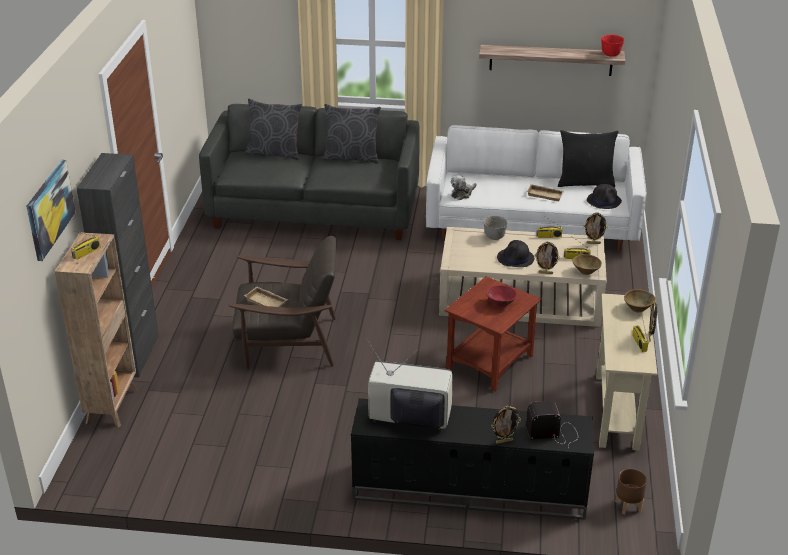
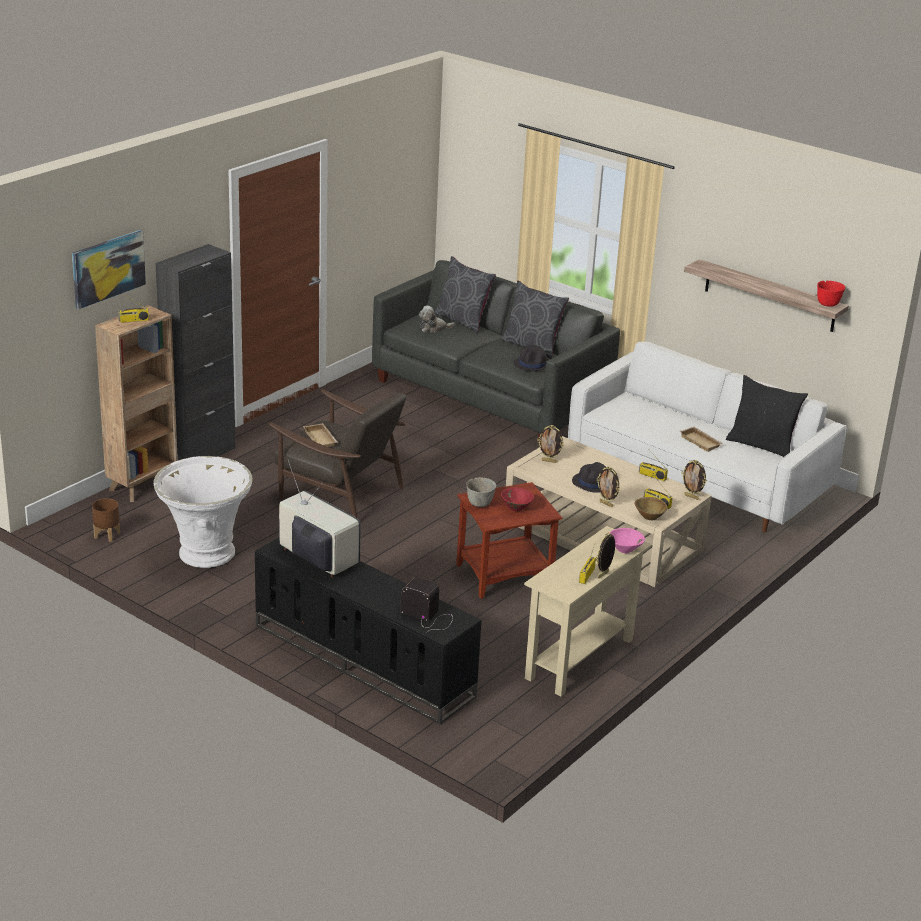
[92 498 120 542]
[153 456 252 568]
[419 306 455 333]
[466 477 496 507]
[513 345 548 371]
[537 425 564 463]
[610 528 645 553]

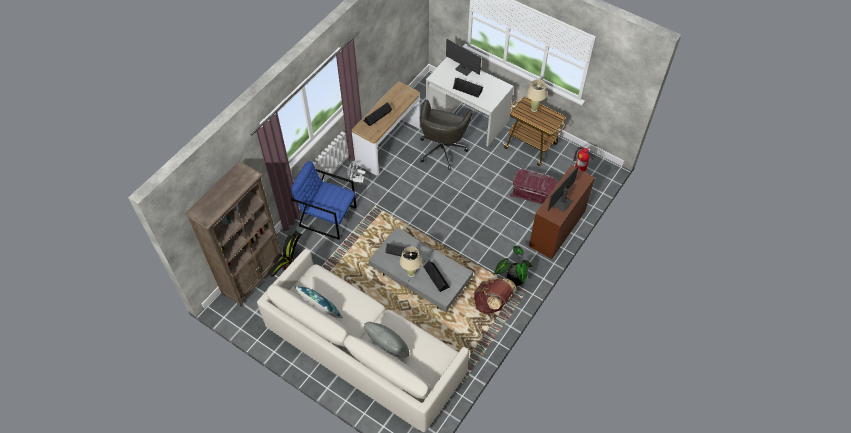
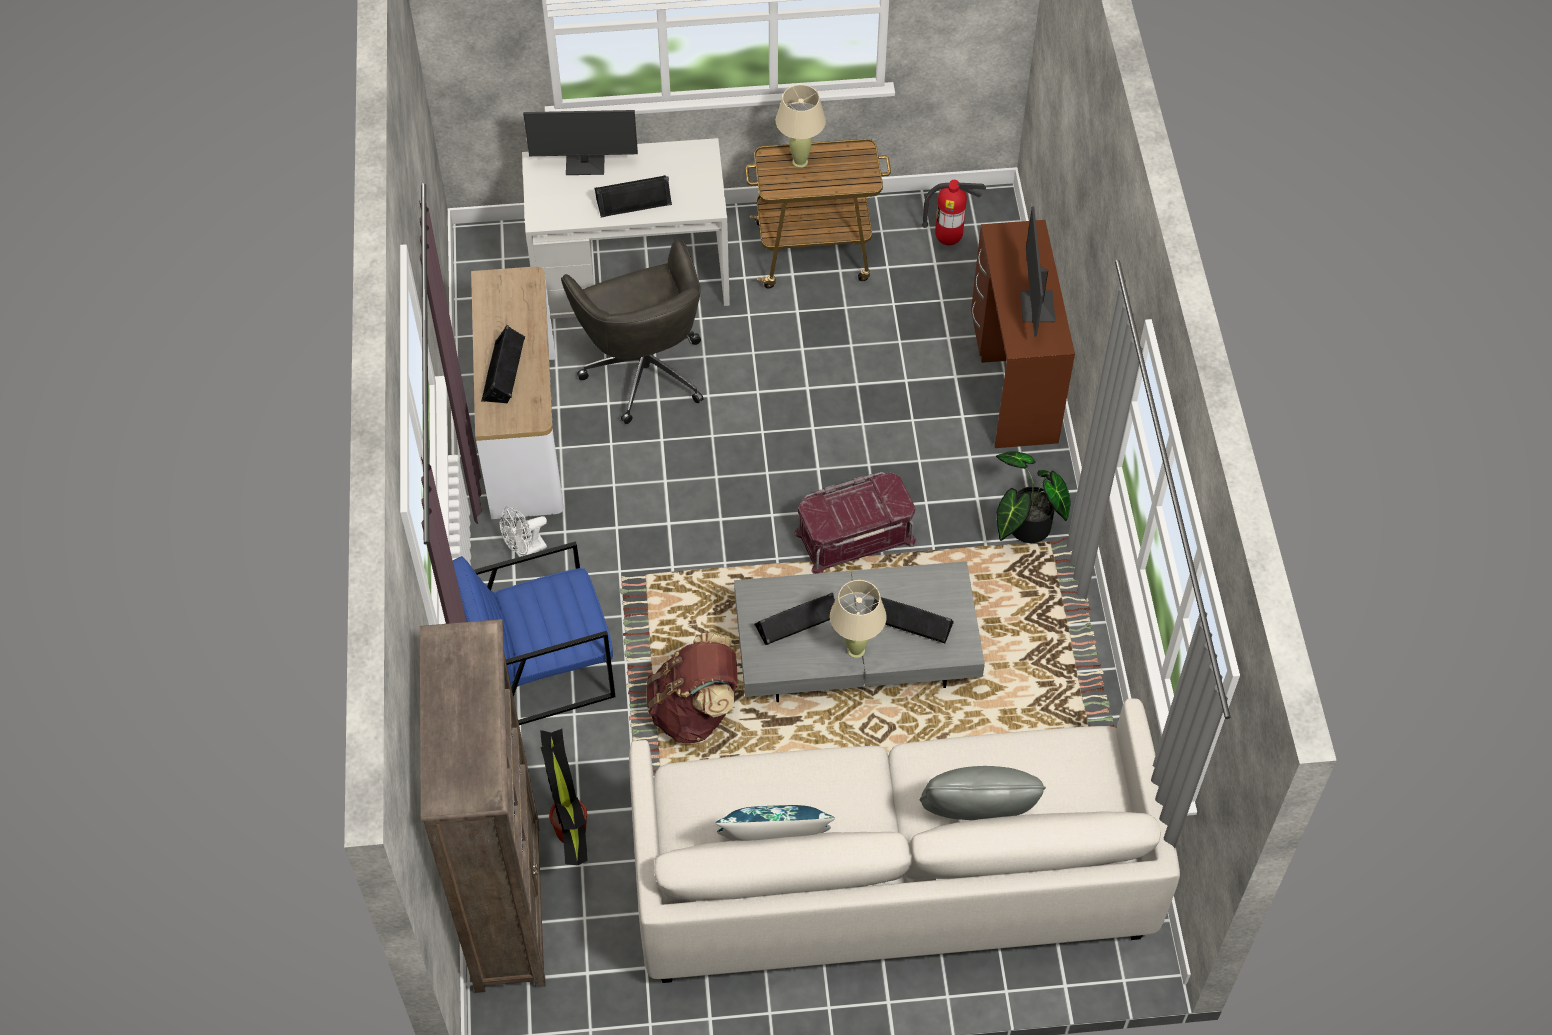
[646 633 738 743]
[794 472 916 574]

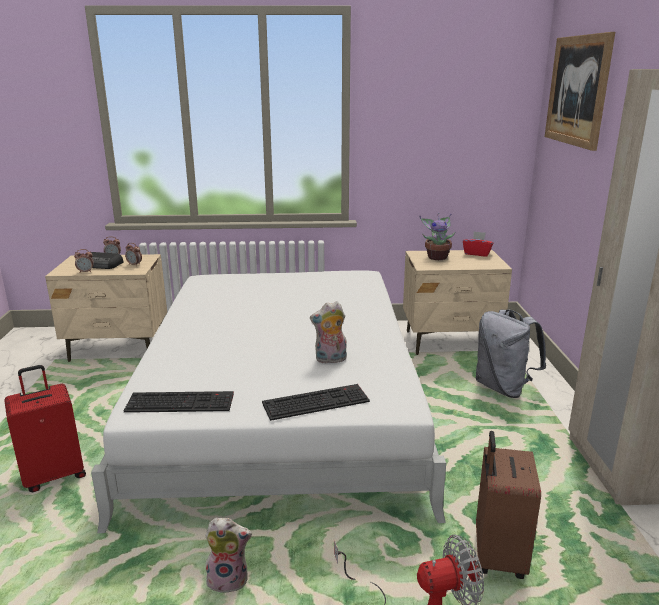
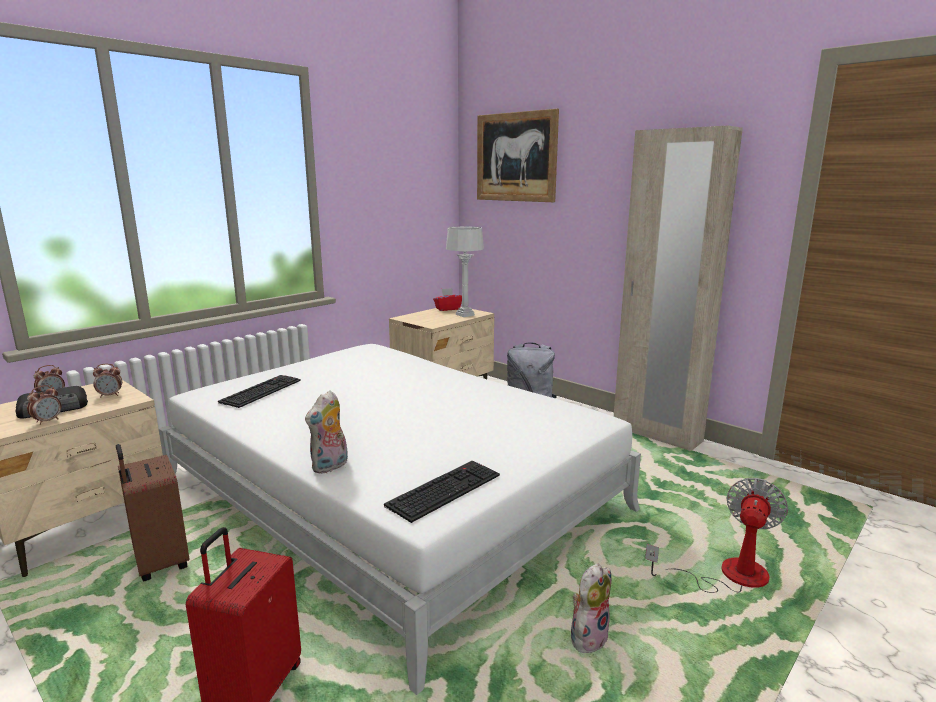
[116 444 189 582]
[218 375 301 408]
[305 390 348 474]
[446 226 484 317]
[419 213 455 260] (first image)

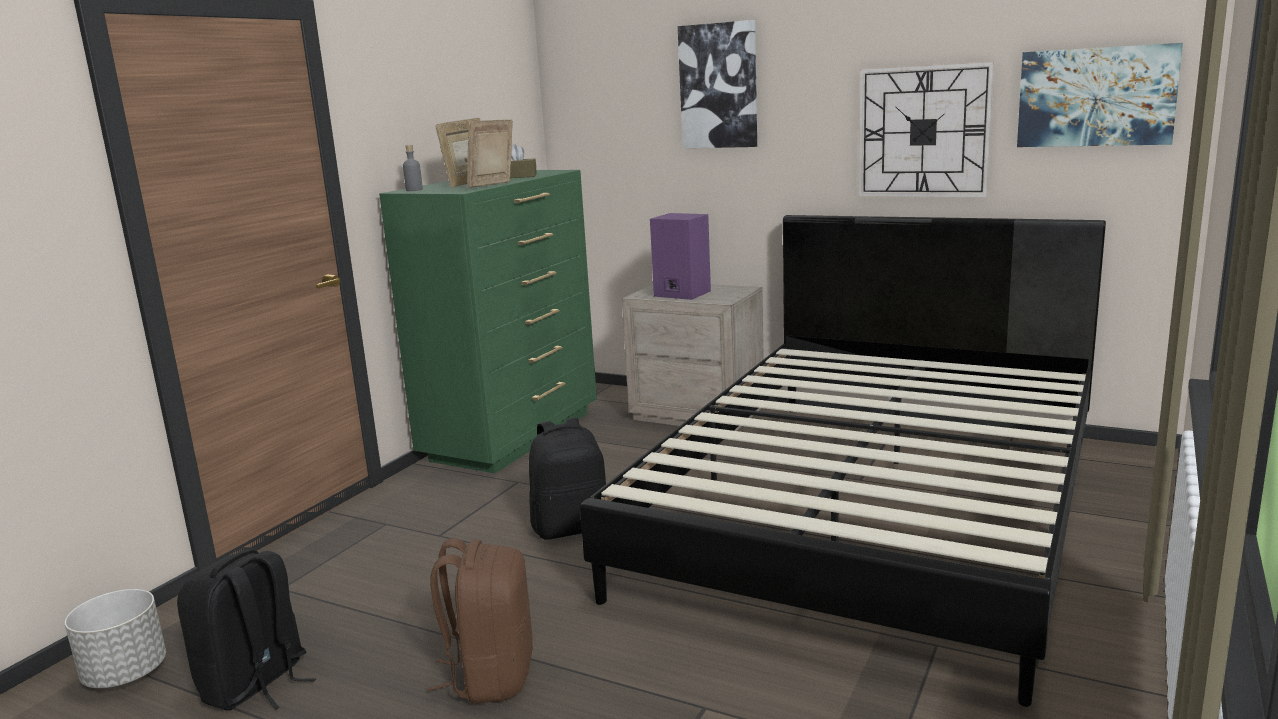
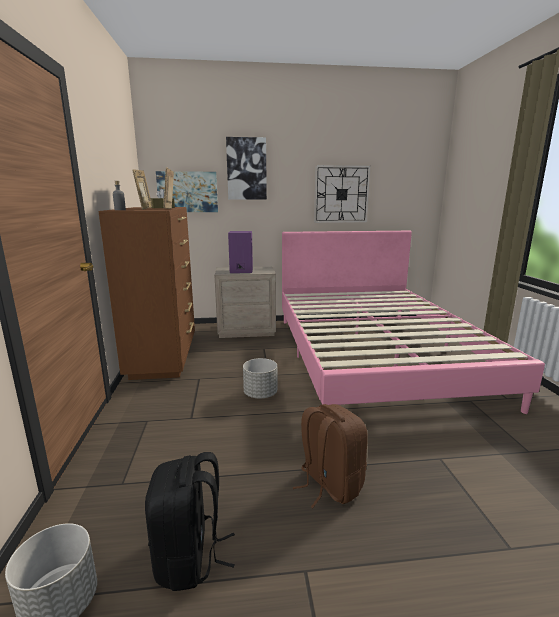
[98 207 195 380]
[156 171 218 212]
[243 358 277 398]
[282 231 545 414]

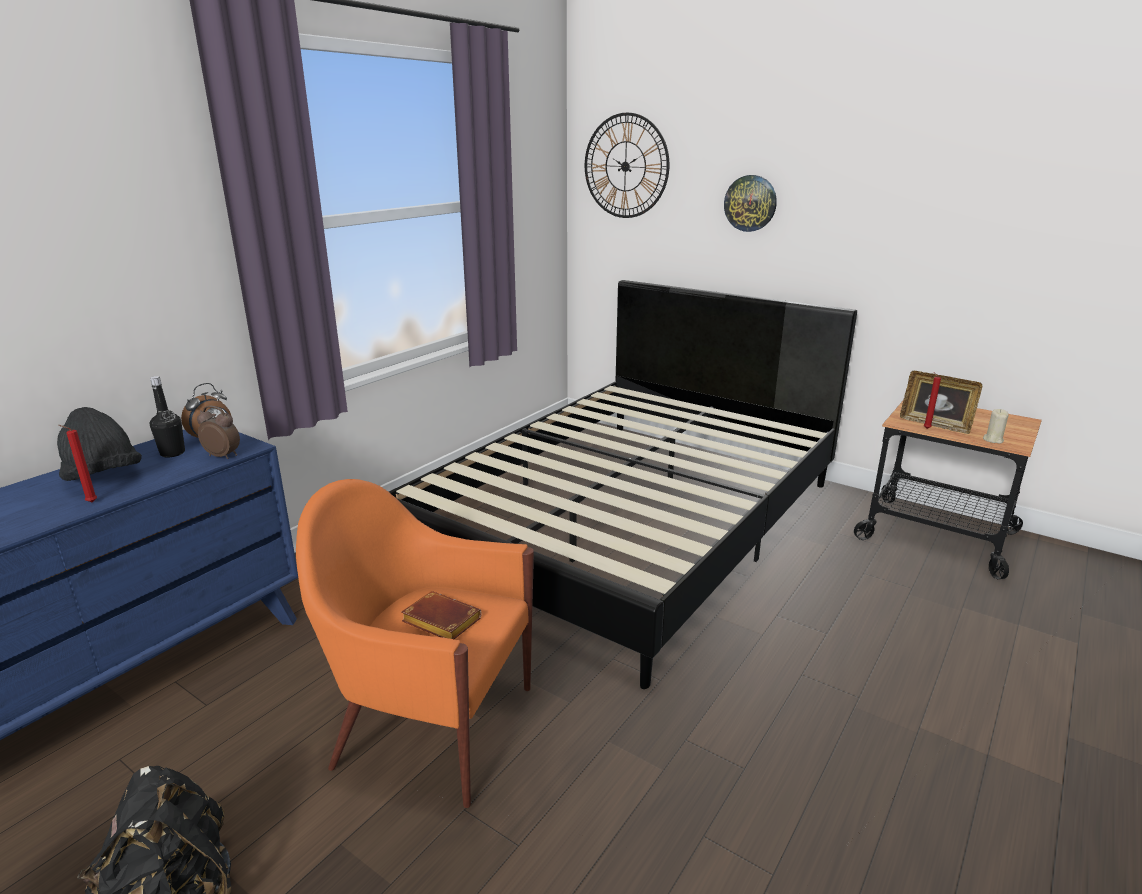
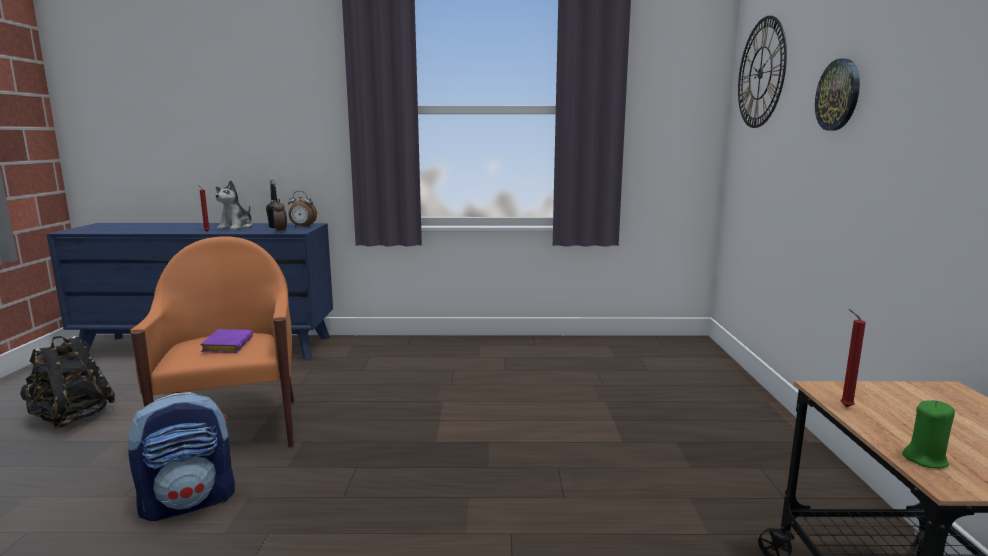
[128 392 235 521]
[200 329 253 353]
[215 180 253 230]
[902 400 955 468]
[389 280 857 689] (first image)
[900 371 982 434] (first image)

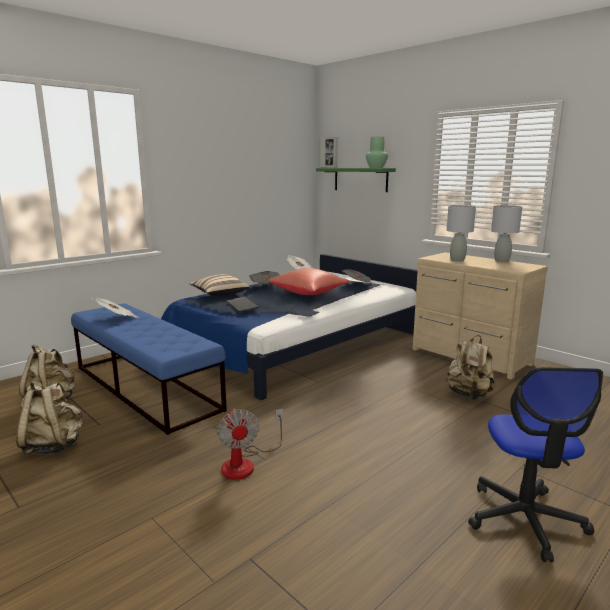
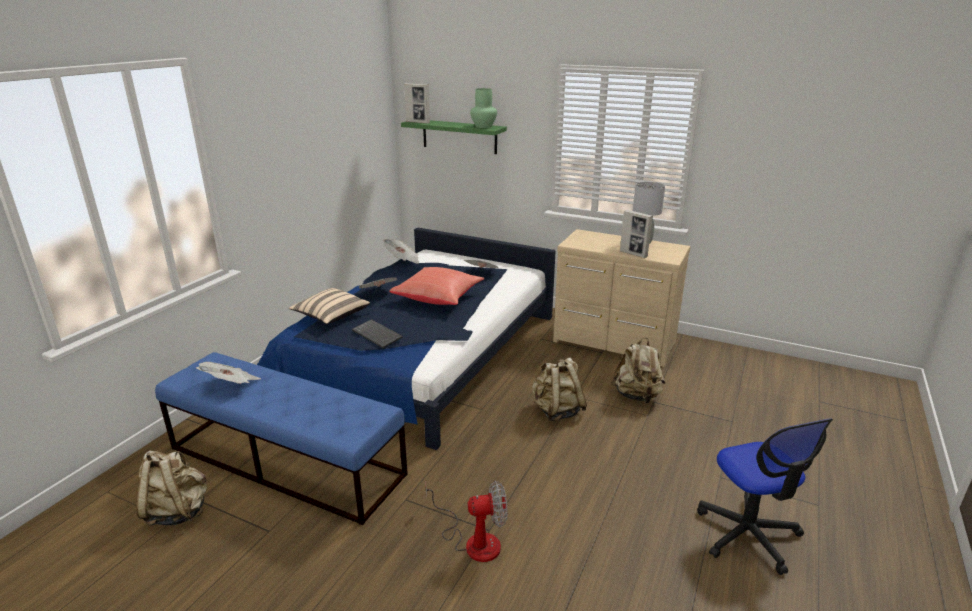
[425 481 508 562]
[532 358 587 421]
[620 210 653 258]
[447 205 476 262] (first image)

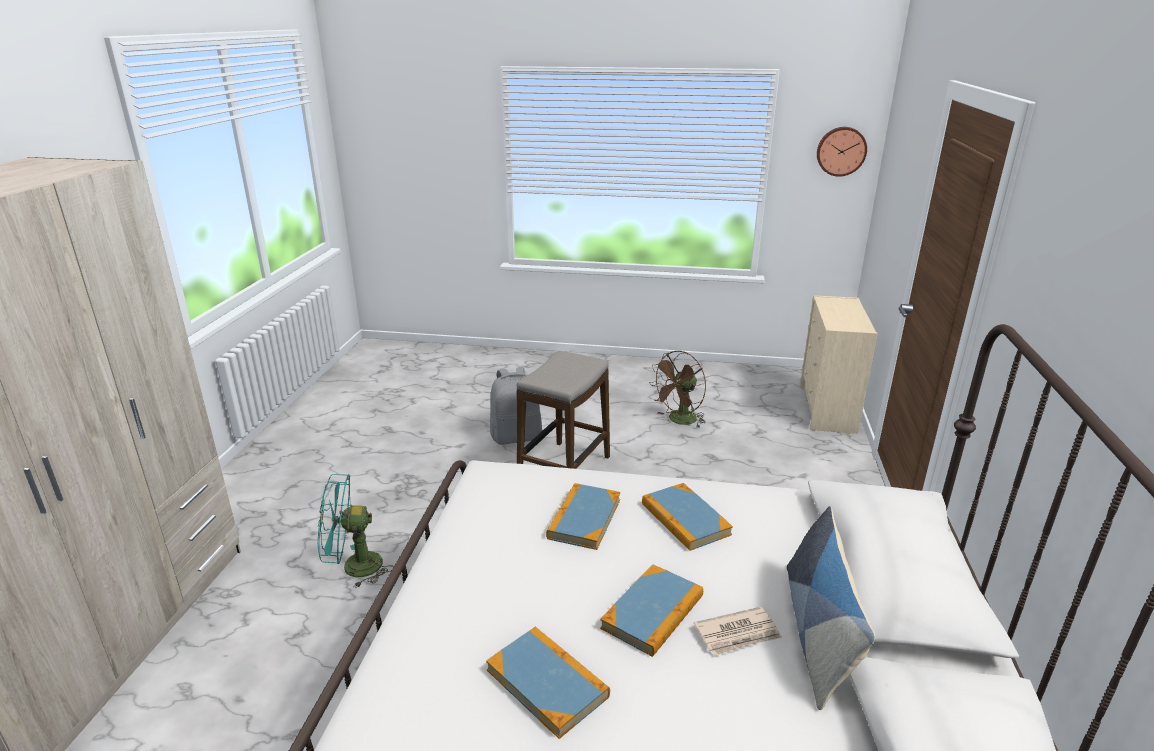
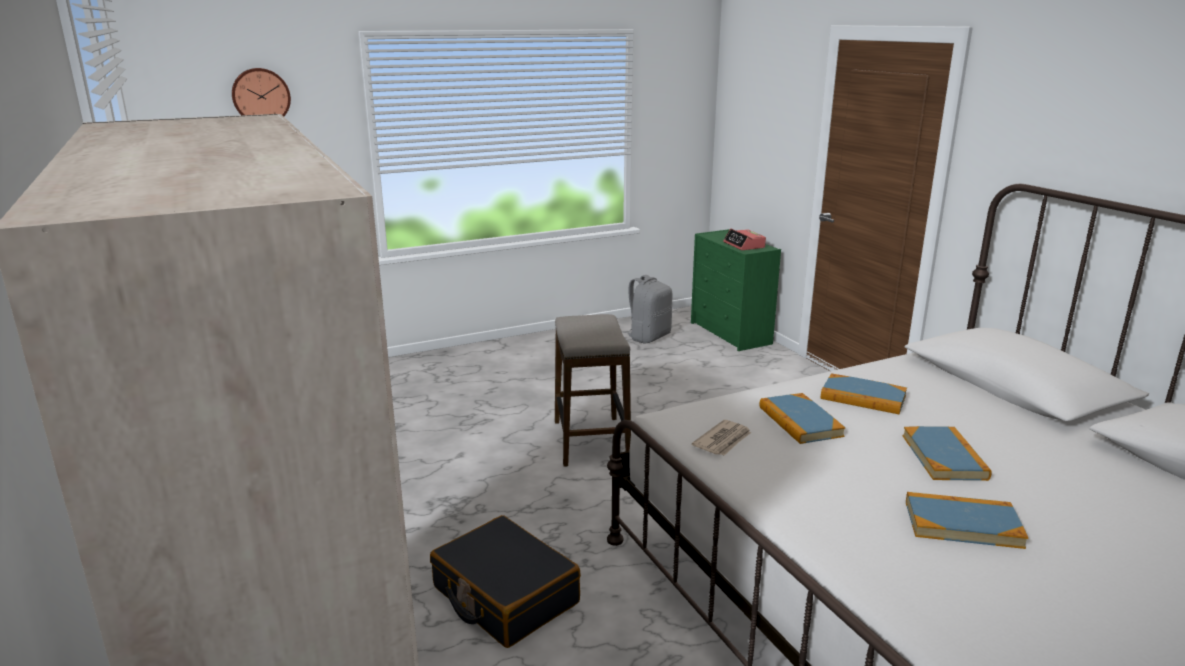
[232 68 291 117]
[430 515 581 648]
[623 275 672 343]
[691 229 781 351]
[692 420 751 456]
[723 229 766 250]
[649 351 706 428] (first image)
[787 506 875 710] (first image)

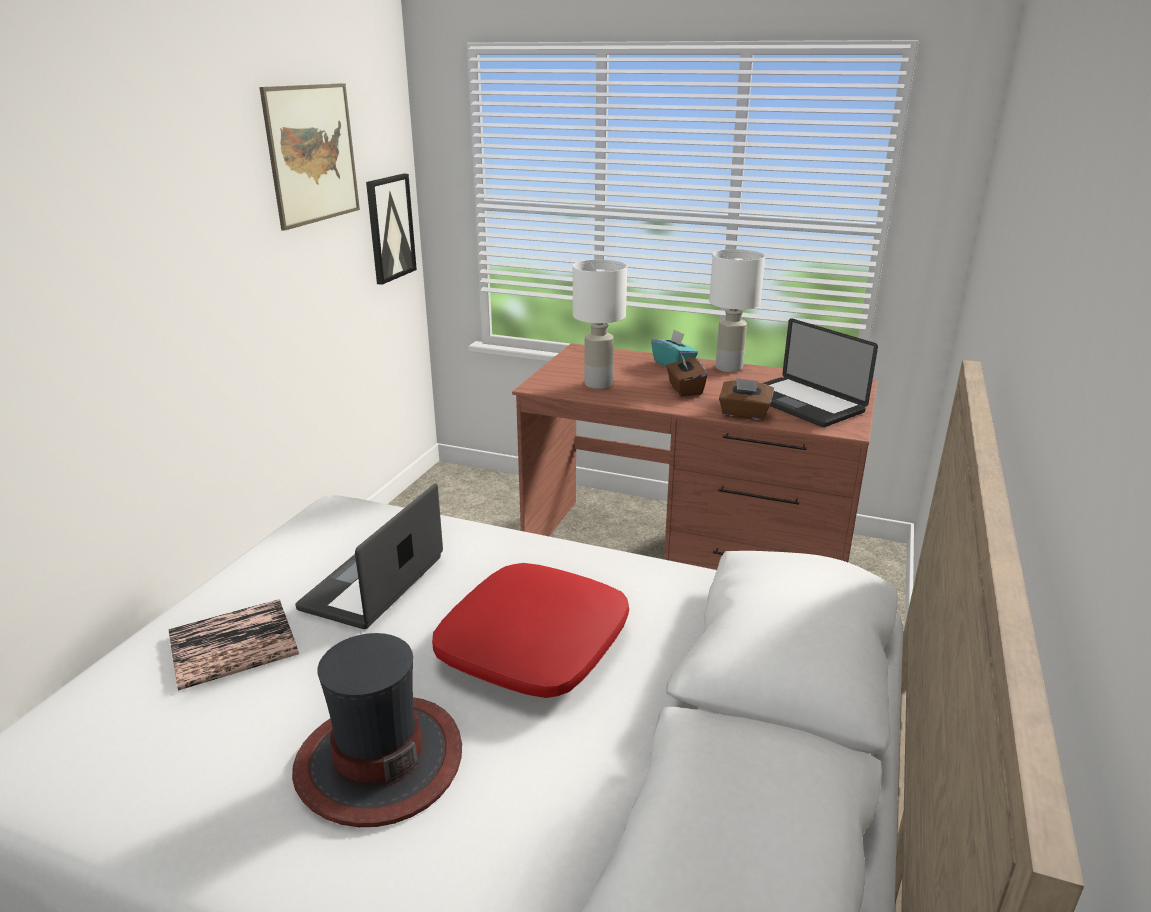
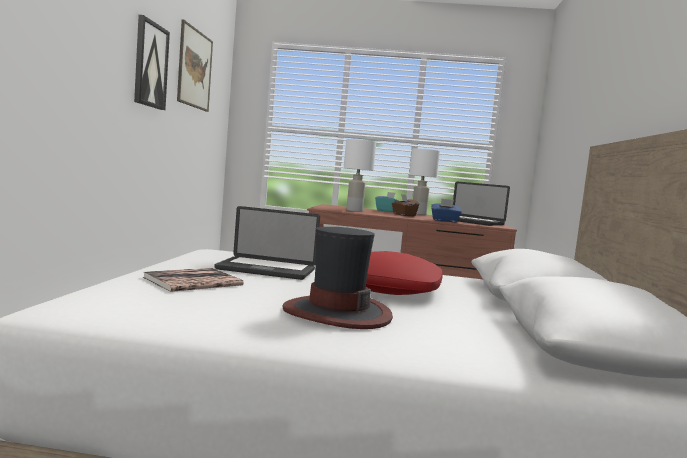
[134 15 170 110]
[214 206 320 280]
[431 199 461 222]

